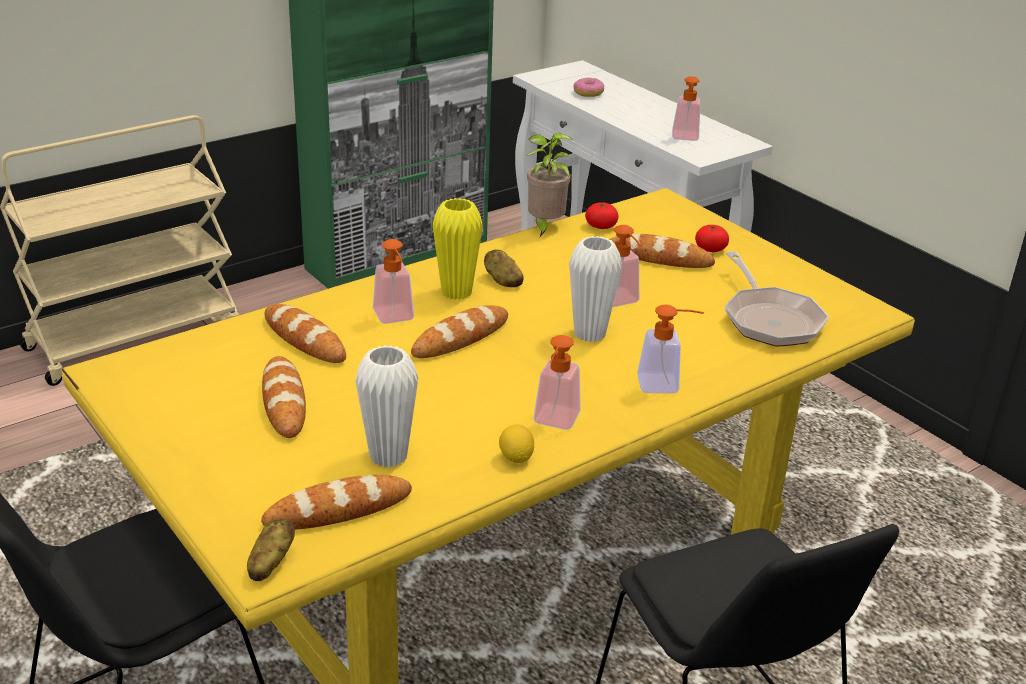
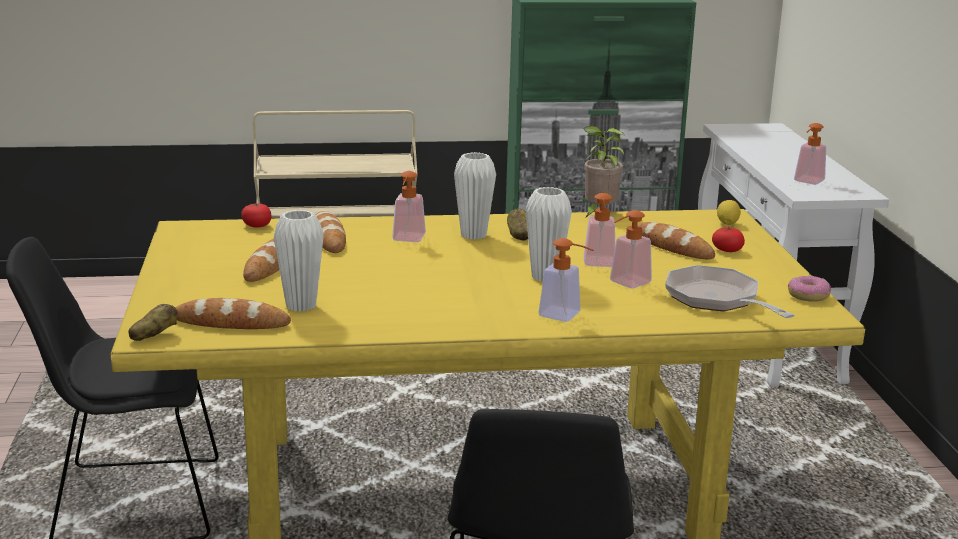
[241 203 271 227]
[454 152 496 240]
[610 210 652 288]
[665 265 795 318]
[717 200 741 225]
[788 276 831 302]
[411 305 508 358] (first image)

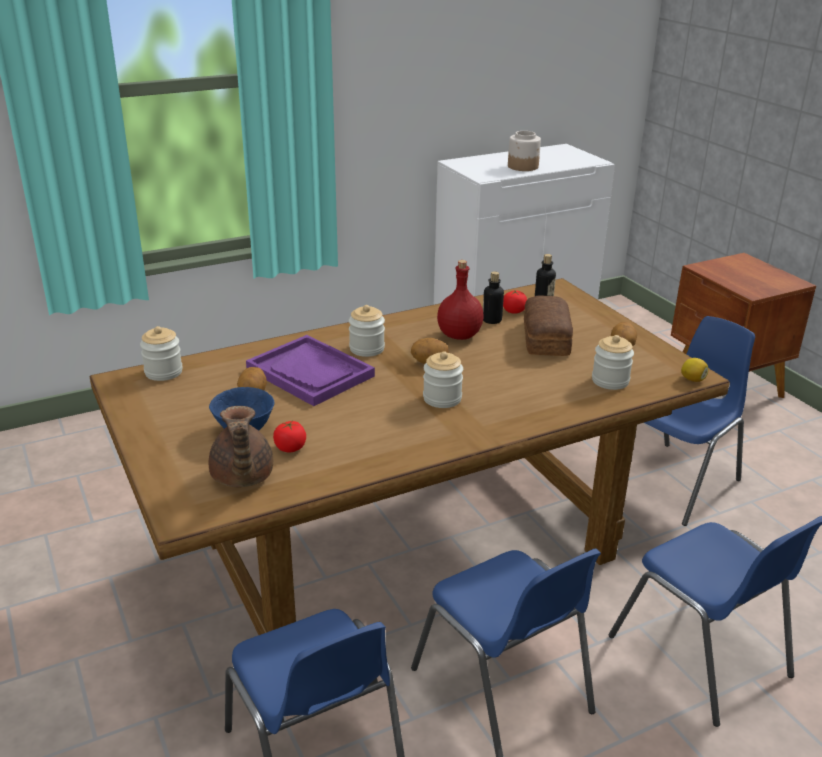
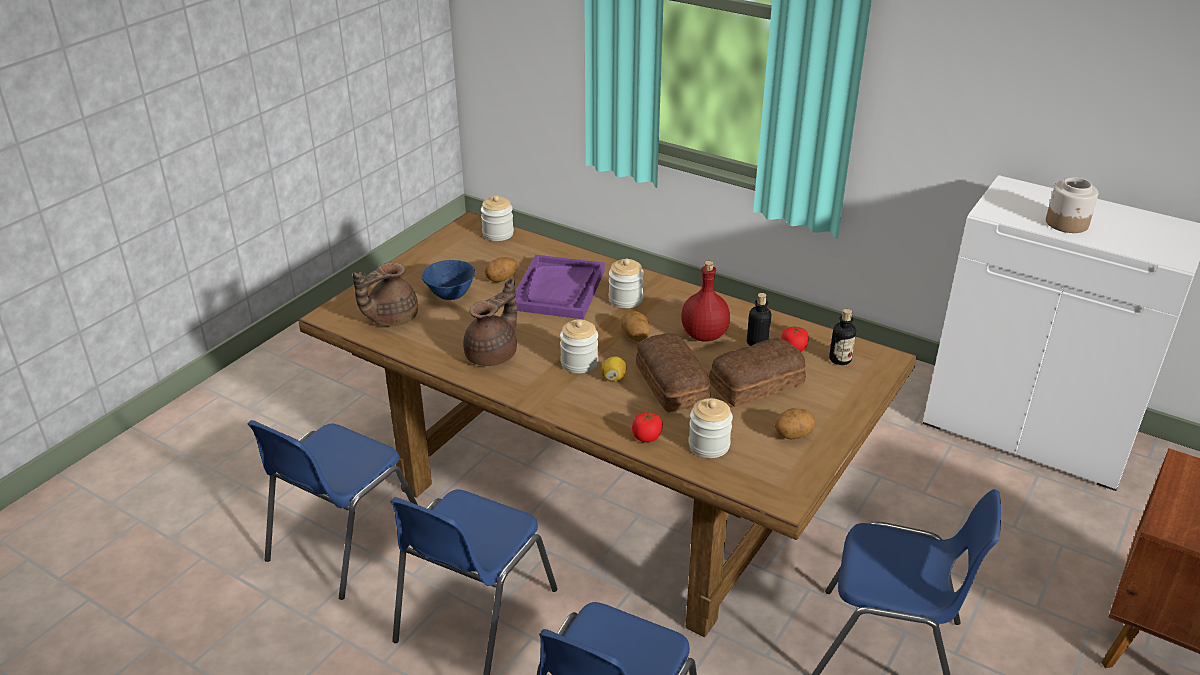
[463 277 517 366]
[601 356 626 382]
[632 412 663 442]
[636 333 710 412]

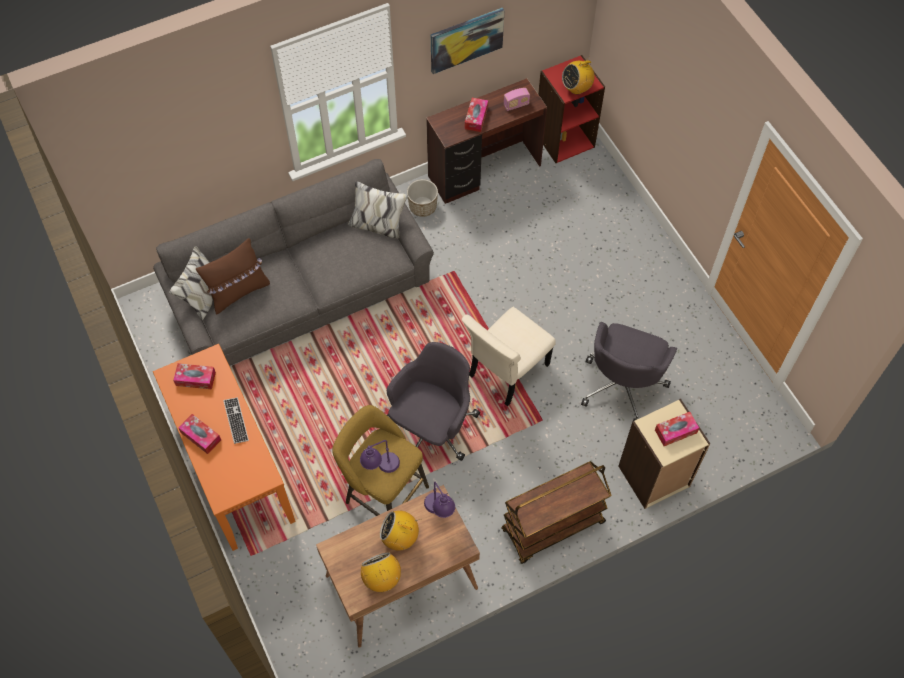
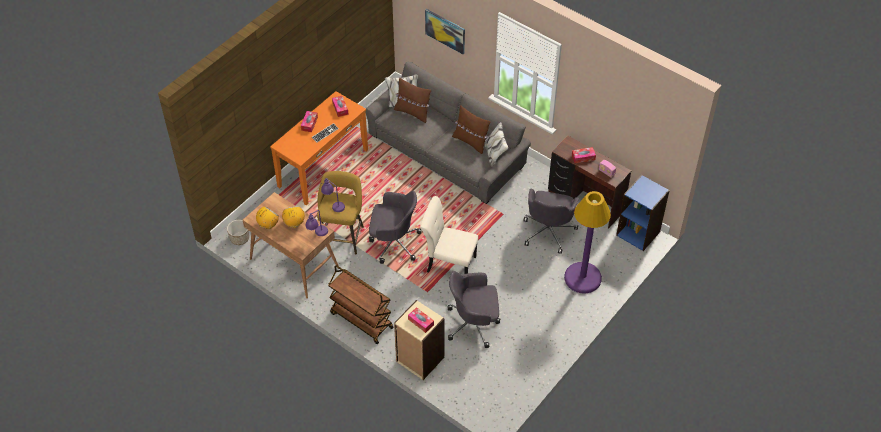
[227 220 249 245]
[425 9 465 54]
[452 105 490 154]
[523 189 579 254]
[564 191 611 294]
[616 175 670 251]
[562 56 594 94] (first image)

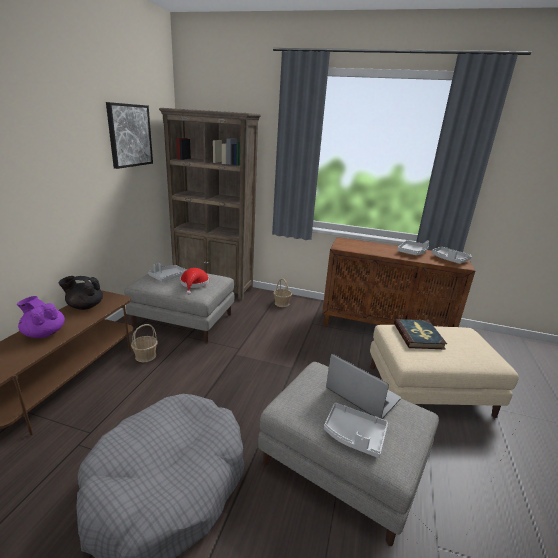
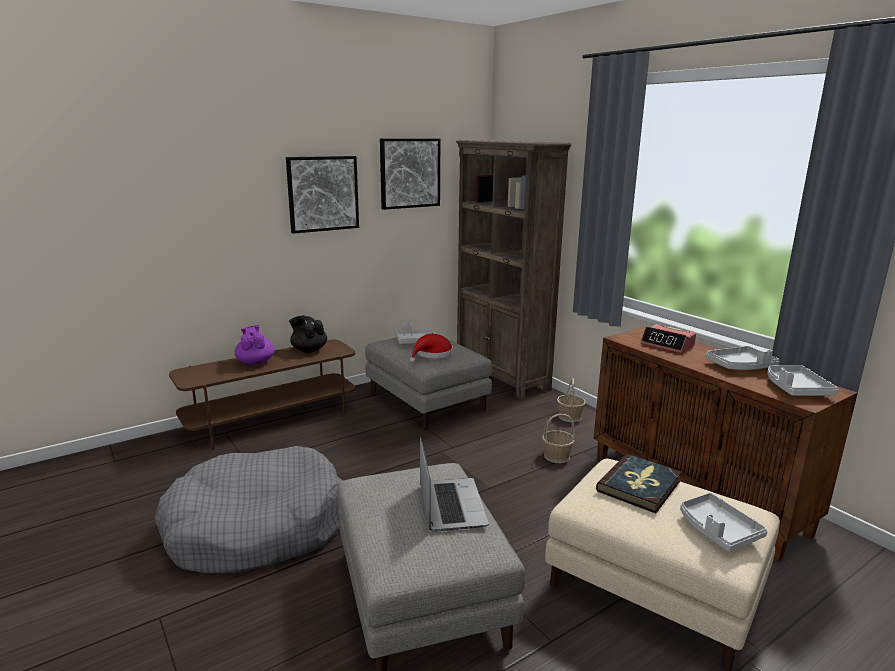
[286 156 359 234]
[542 414 575 463]
[640 324 696 354]
[680 493 768 551]

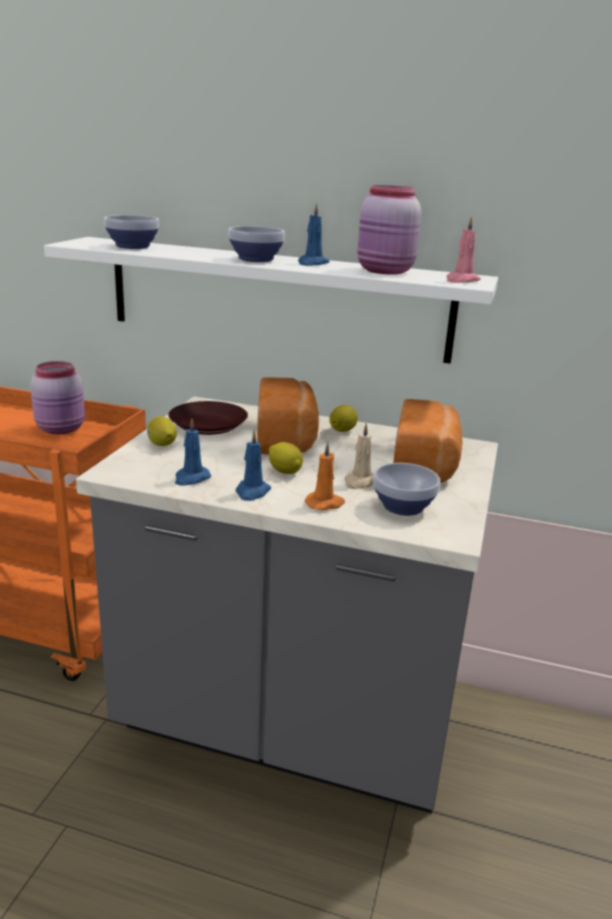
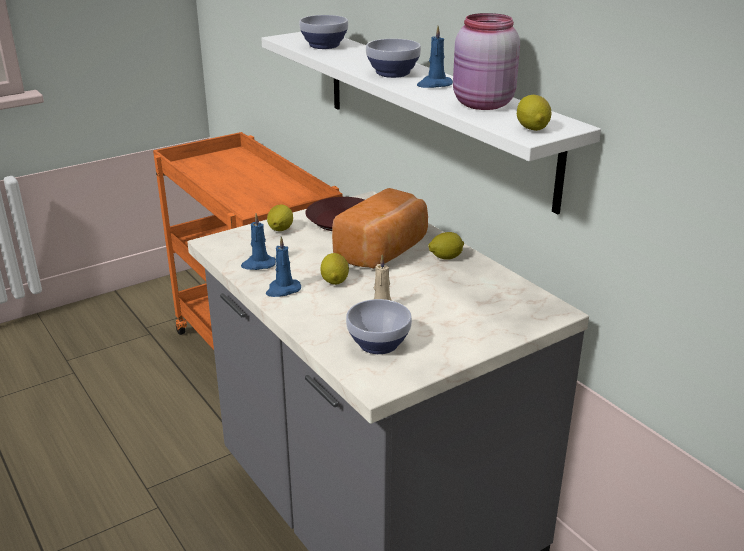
[517 95 552 131]
[30 361 85 434] (first image)
[304 442 345 510] (first image)
[393 399 463 483] (first image)

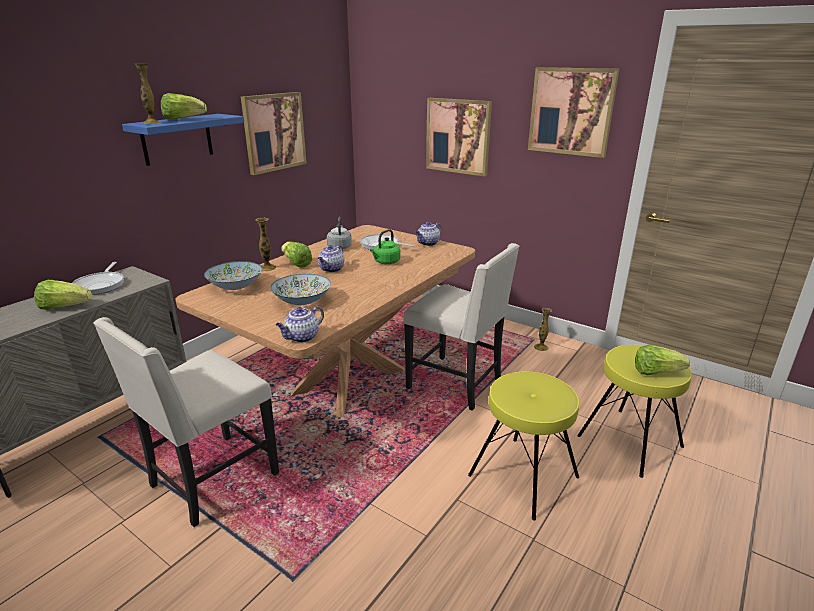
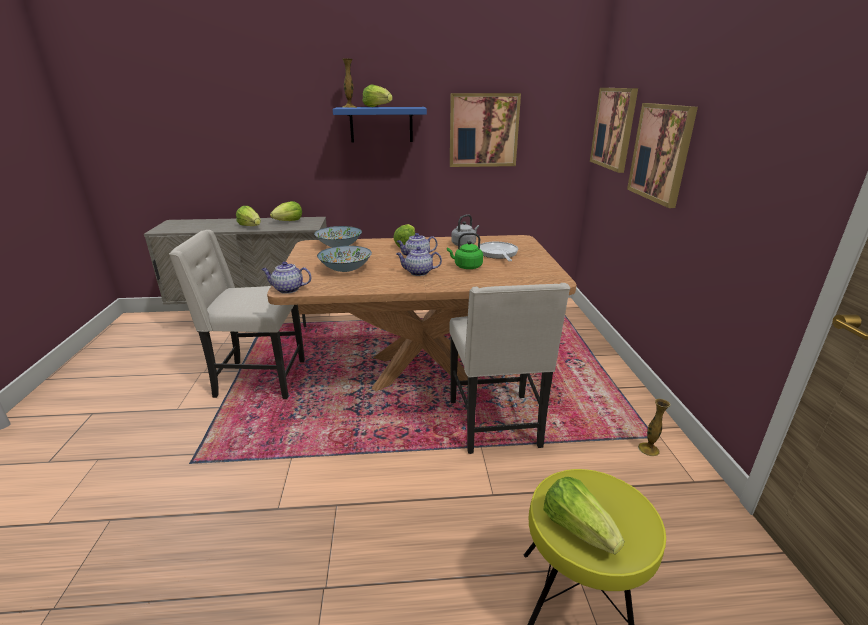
[270 201 302 221]
[396 247 442 276]
[590 88 638 173]
[256 218 276 271] (first image)
[468 371 579 521] (first image)

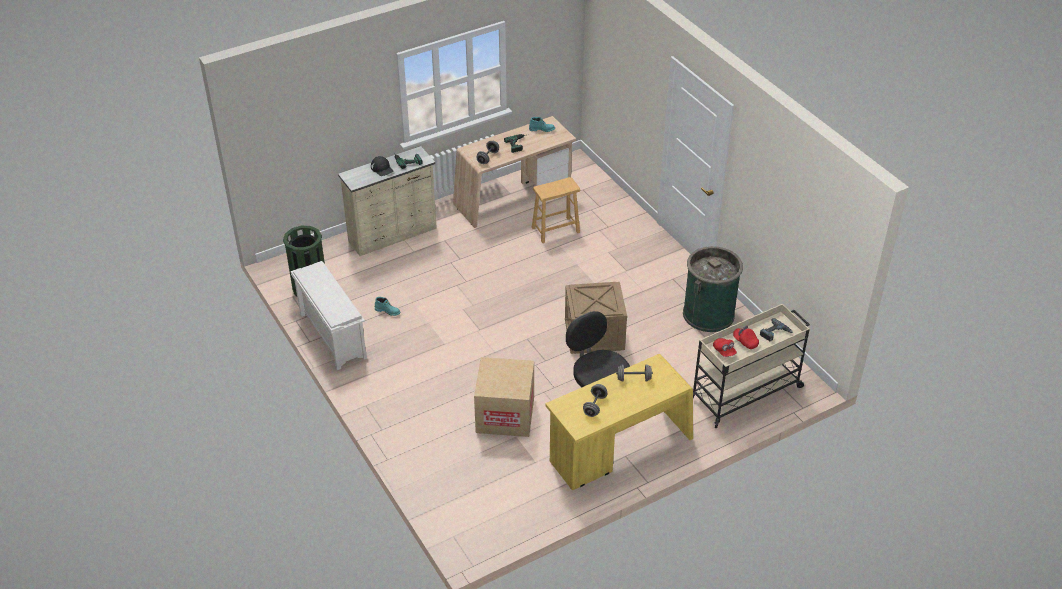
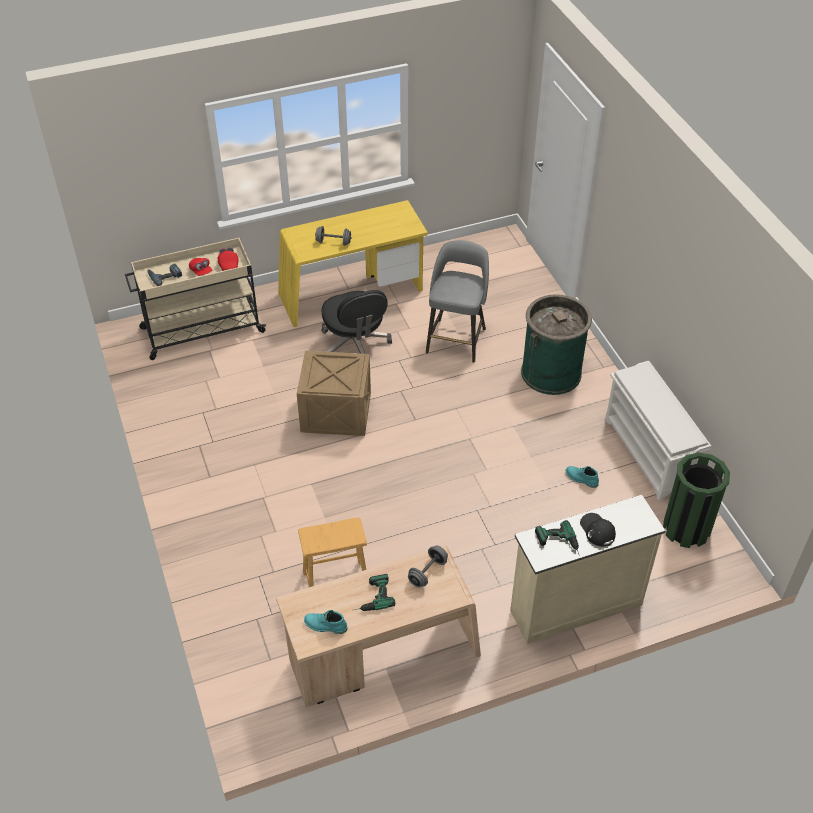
[426 240 489 363]
[521 294 592 395]
[583 384 608 417] (first image)

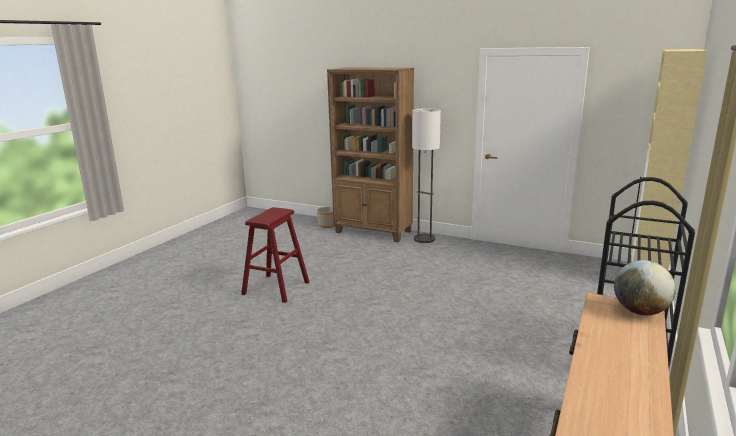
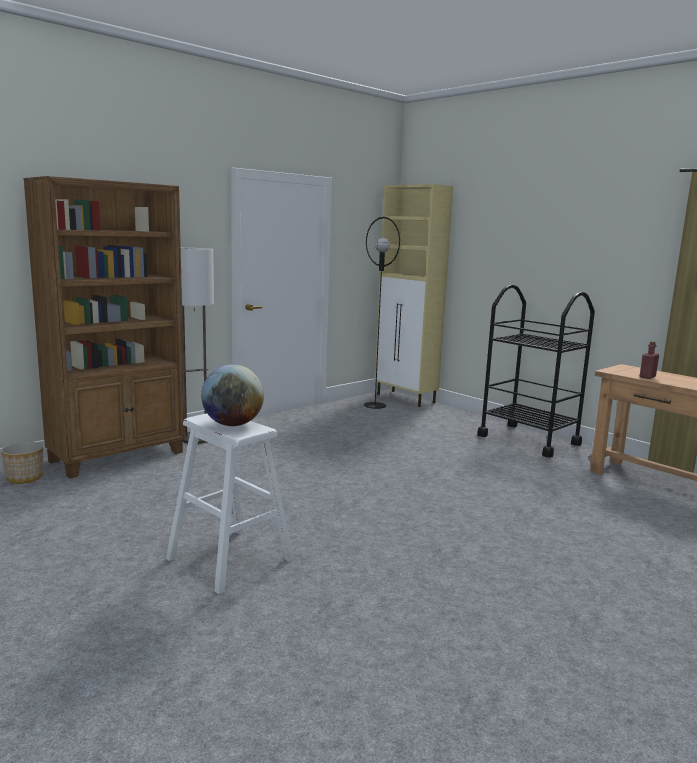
[166 413 294 594]
[201 364 264 426]
[364 217 400 409]
[640 341 659 379]

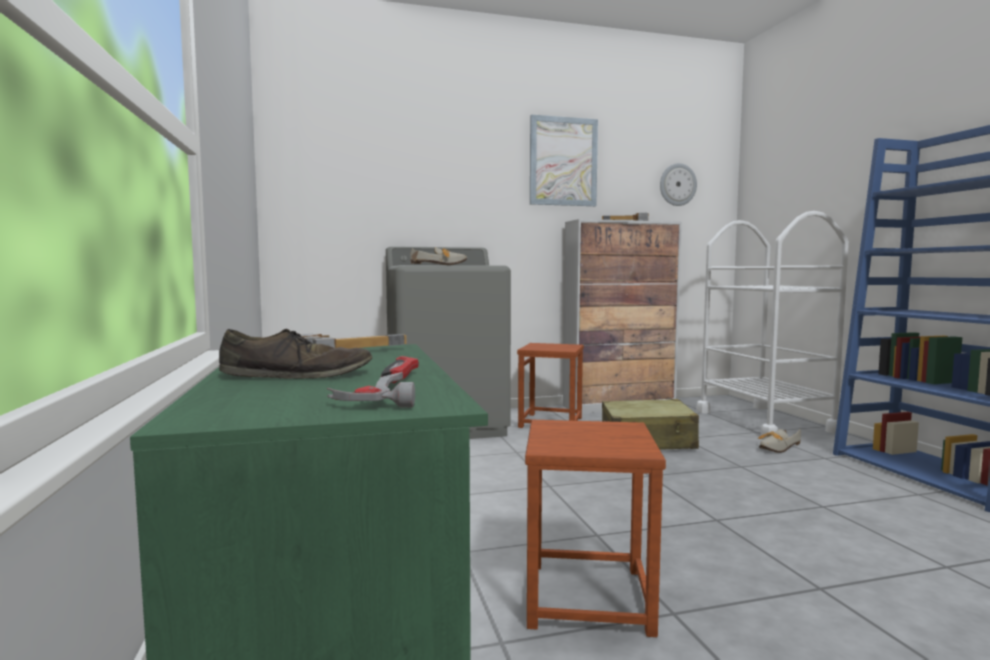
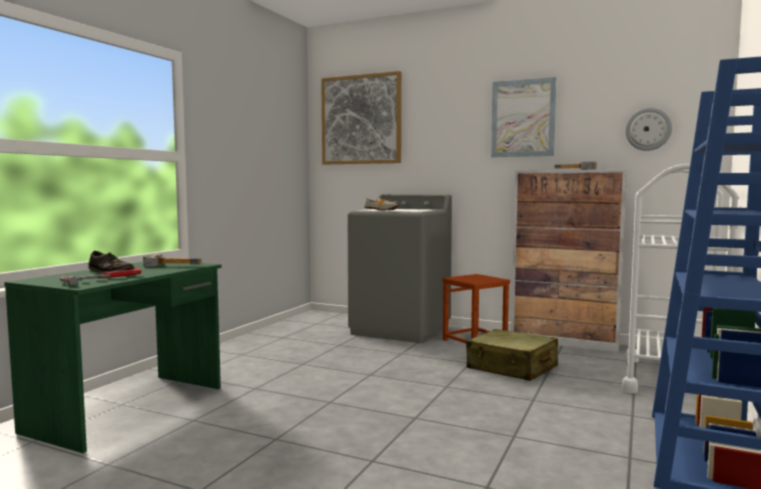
[321 71 401 165]
[525 420 666 637] (first image)
[758 428 801 453] (first image)

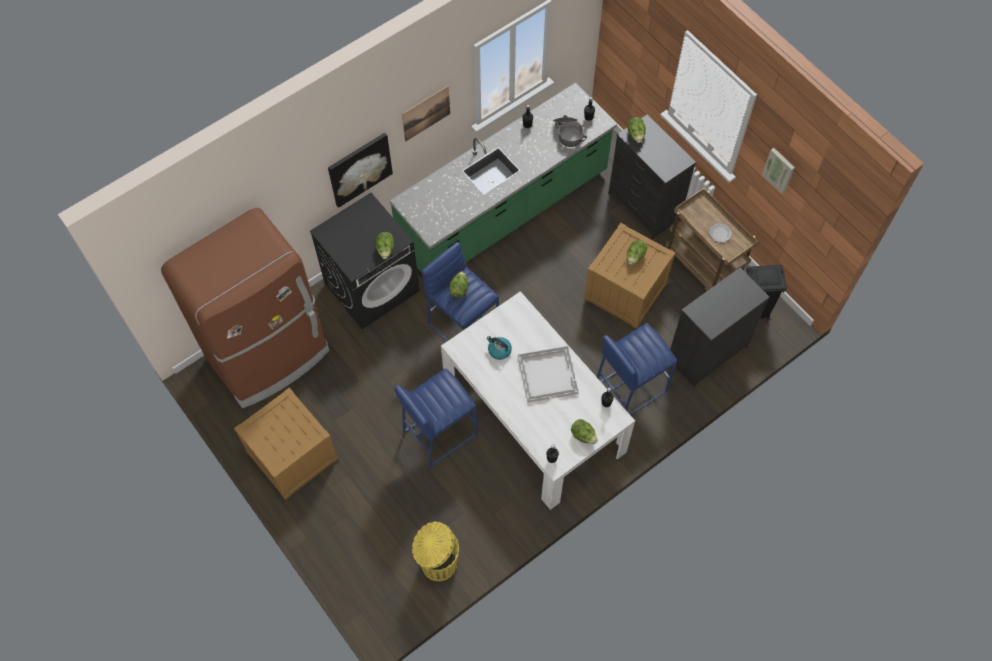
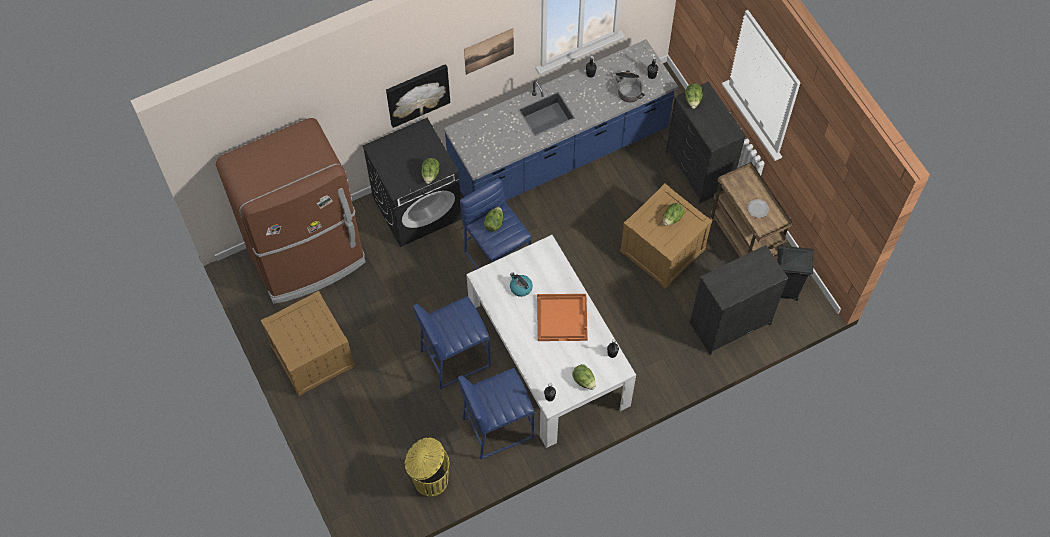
[444 39 678 200]
[458 368 534 460]
[537 294 588 341]
[762 148 795 194] (first image)

